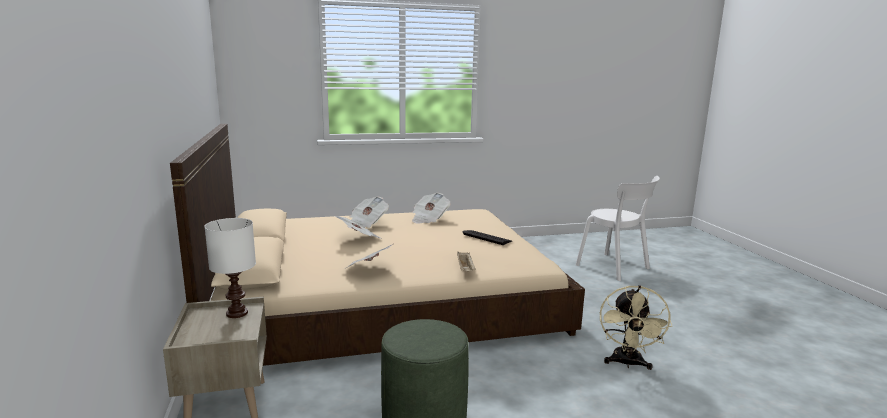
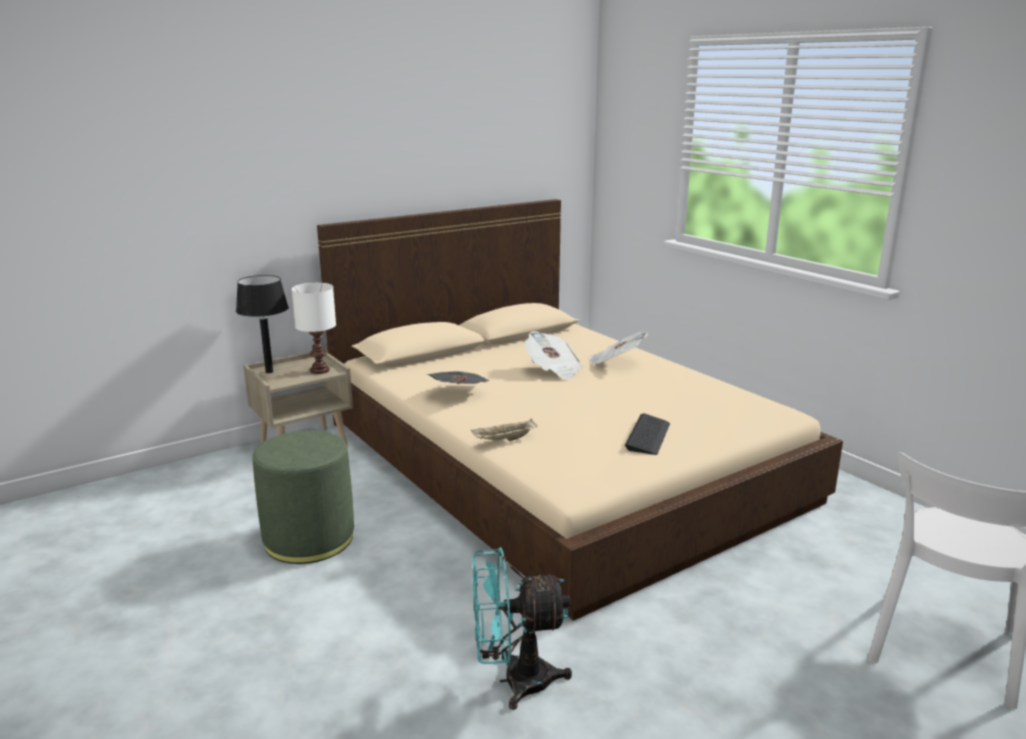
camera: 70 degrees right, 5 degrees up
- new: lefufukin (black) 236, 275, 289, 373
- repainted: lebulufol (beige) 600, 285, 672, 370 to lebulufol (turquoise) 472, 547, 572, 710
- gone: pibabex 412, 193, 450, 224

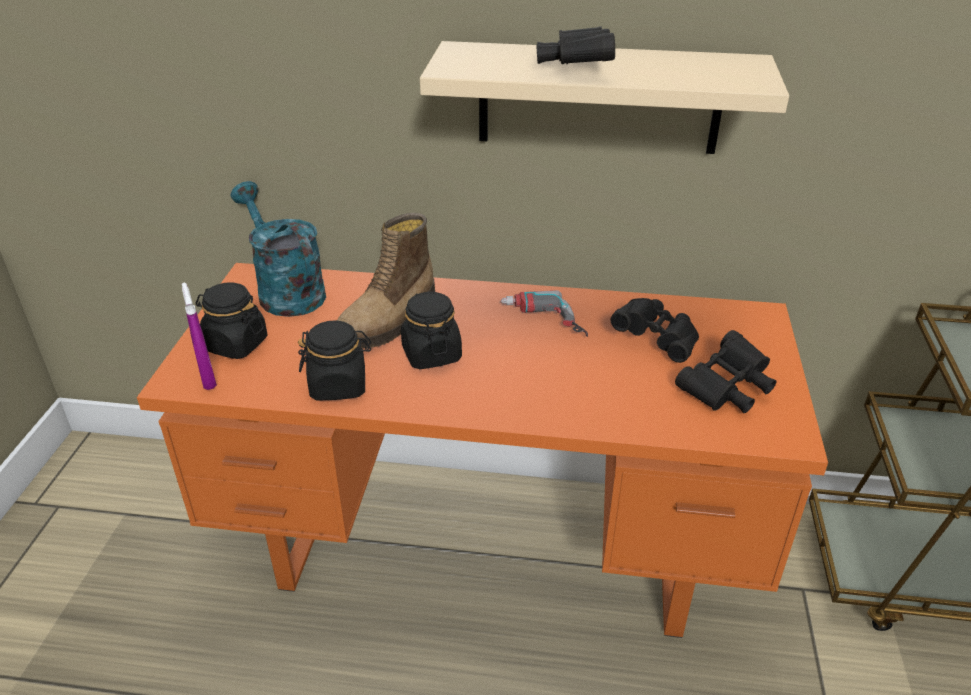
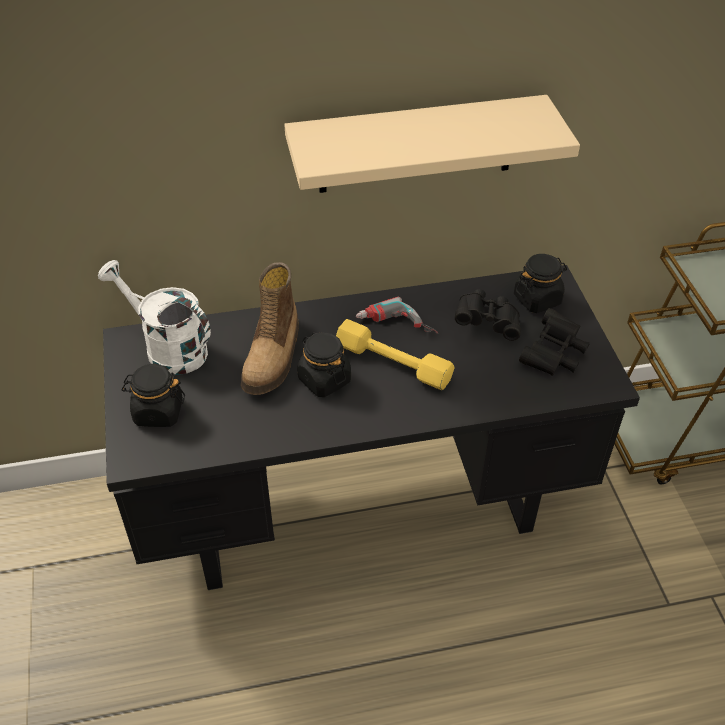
camera: 20 degrees left, 10 degrees up
- repainted: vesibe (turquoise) 230, 181, 326, 317 to vesibe (white) 98, 260, 211, 375
- repainted: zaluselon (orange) 137, 263, 828, 638 to zaluselon (black) 103, 265, 640, 590
- new: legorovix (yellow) 336, 319, 455, 390
- shifted: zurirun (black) 298, 320, 371, 400 to 514, 254, 567, 313
- gone: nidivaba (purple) 182, 282, 217, 390
- gone: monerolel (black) 537, 26, 615, 64

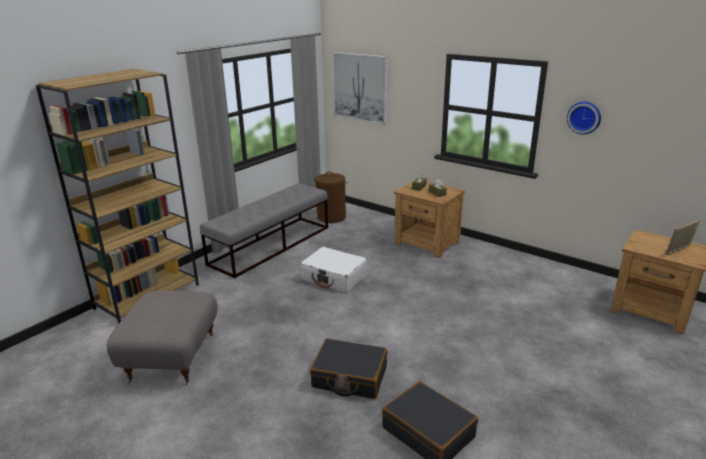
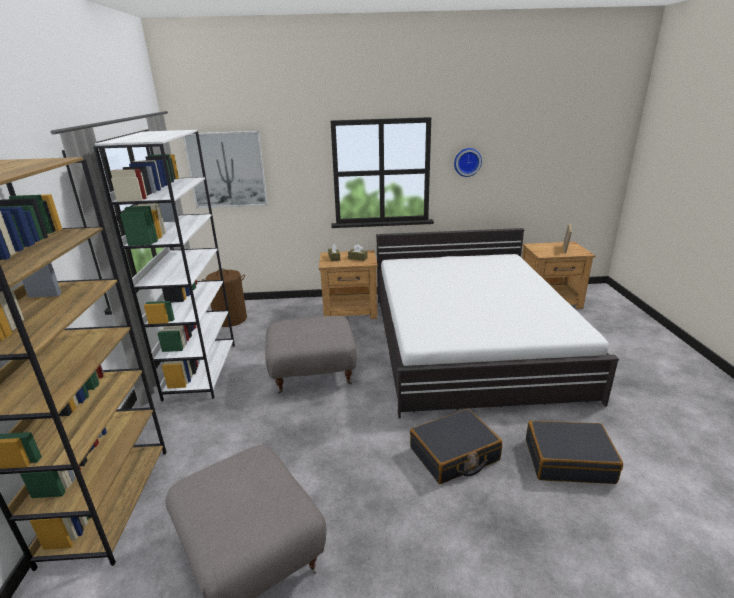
camera: 40 degrees left, 0 degrees up
- swapped: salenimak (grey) 200, 183, 328, 279 to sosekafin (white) 93, 130, 235, 402
- swapped: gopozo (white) 300, 247, 367, 293 to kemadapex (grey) 265, 316, 357, 394
- new: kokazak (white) 376, 228, 619, 418

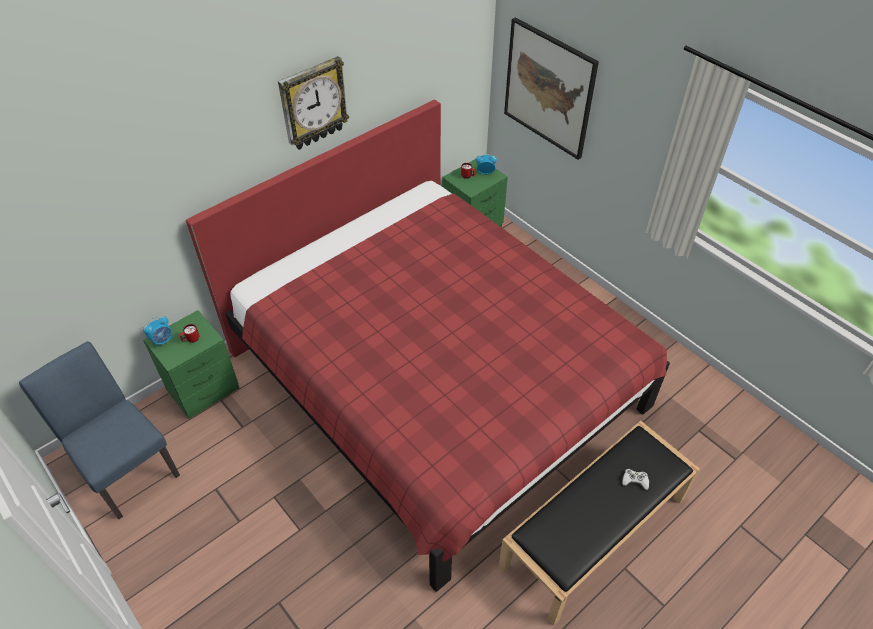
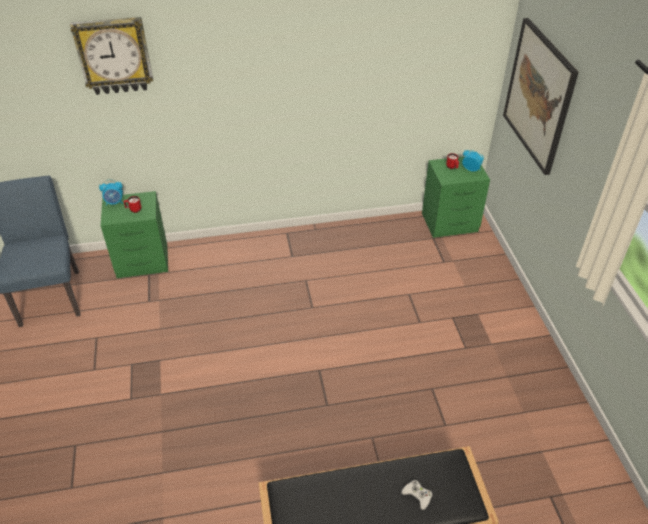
camera: 30 degrees right, 5 degrees down
- shifted: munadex 278, 56, 349, 150 to 70, 17, 153, 95
- gone: kokazak (red) 186, 99, 670, 592

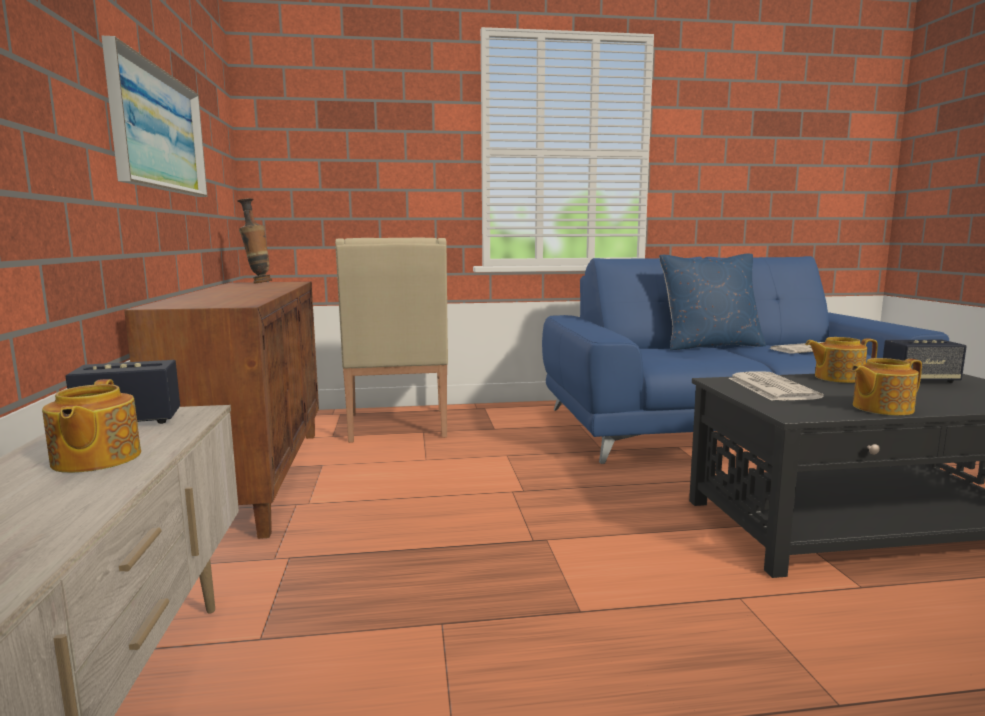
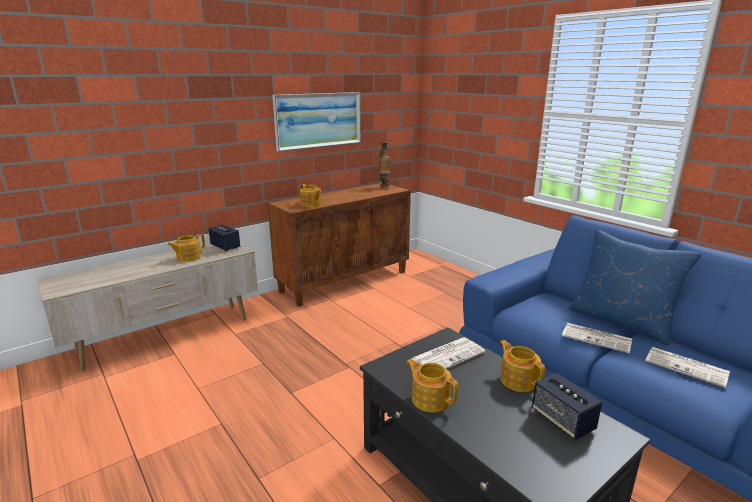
camera: 60 degrees right, 10 degrees up
- new: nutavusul 300, 184, 321, 207
- new: pibabex 562, 323, 632, 354
- gone: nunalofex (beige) 335, 238, 448, 443

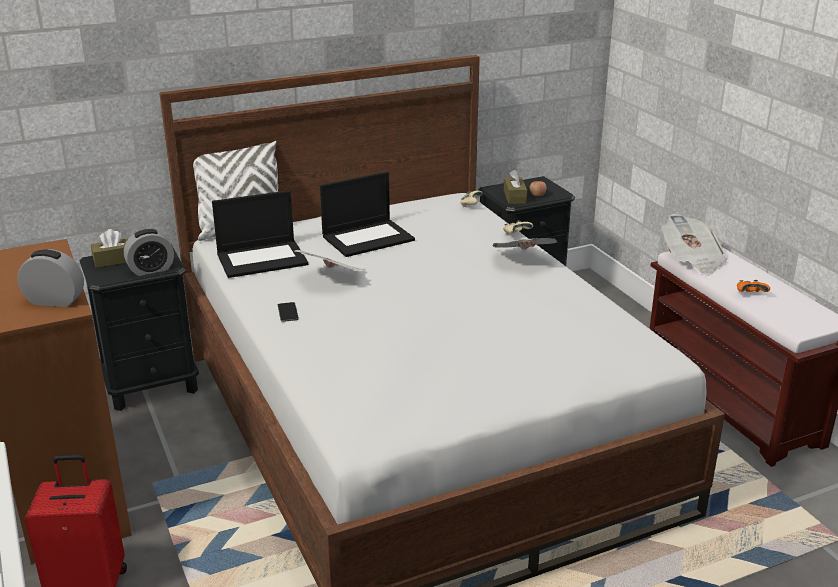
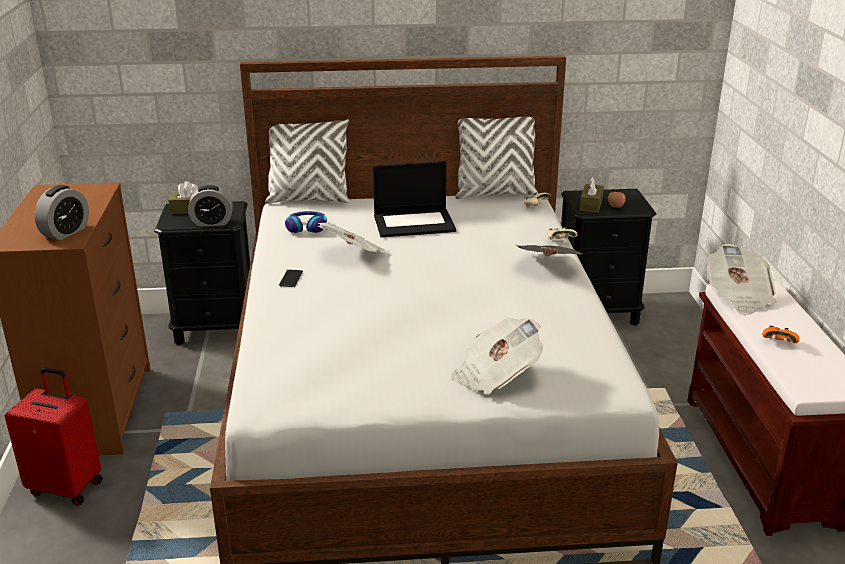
camera: 20 degrees right, 0 degrees up
- rotated: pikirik 17, 249, 84, 307 = 34, 185, 89, 240 90 degrees clockwise
- swapped: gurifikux 212, 190, 308, 278 to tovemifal 285, 211, 327, 233
- new: pibabex 451, 317, 543, 395
- new: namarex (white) 455, 116, 538, 199

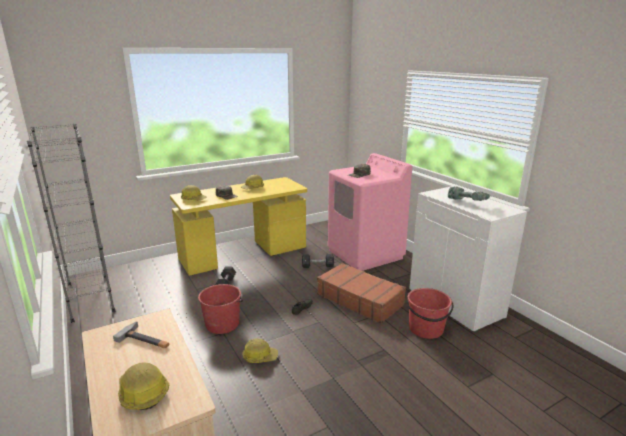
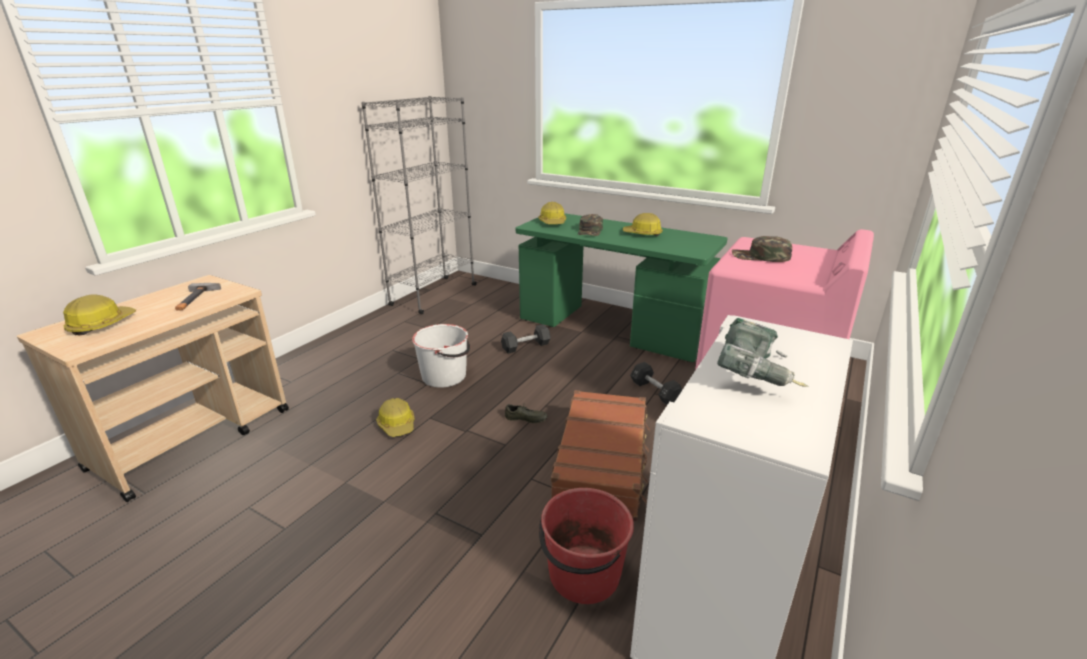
camera: 60 degrees right, 5 degrees up
- repainted: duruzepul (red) 198, 284, 243, 334 to duruzepul (white) 412, 324, 470, 388
- repainted: zaluselon (yellow) 170, 177, 307, 276 to zaluselon (green) 516, 213, 728, 362

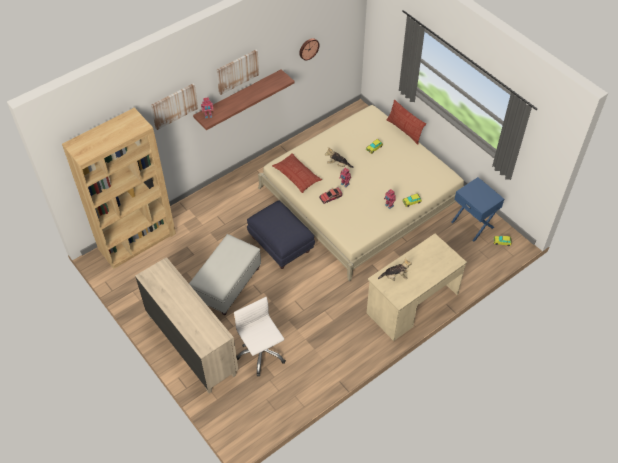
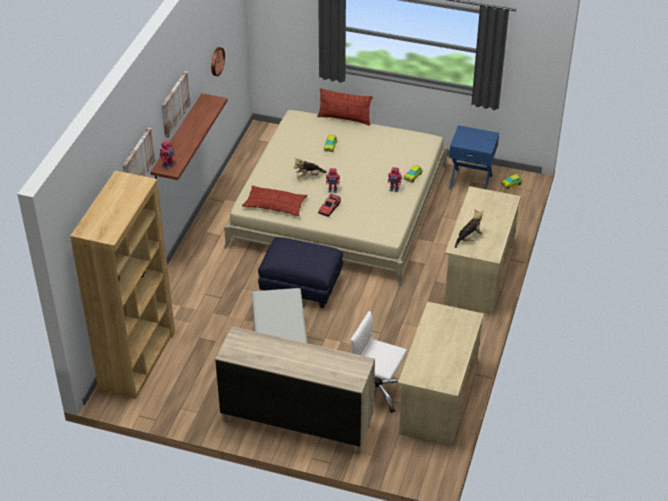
camera: 35 degrees left, 10 degrees down
- new: zaluselon (beige) 398, 301, 484, 447

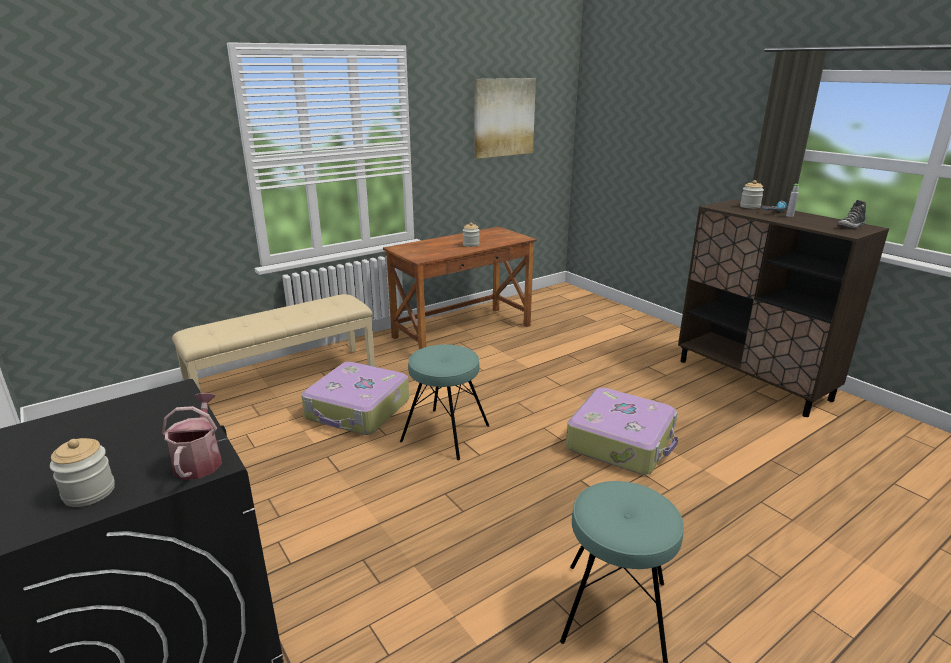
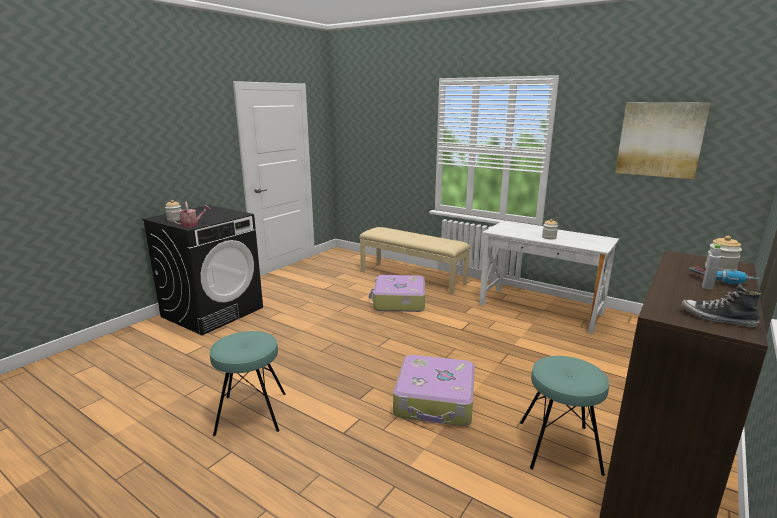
camera: 70 degrees right, 5 degrees down
- repainted: zaluselon (brown) 383, 226, 537, 349 to zaluselon (white) 479, 221, 619, 334
- shifted: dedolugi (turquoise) 400, 344, 489, 460 to 520, 356, 609, 476

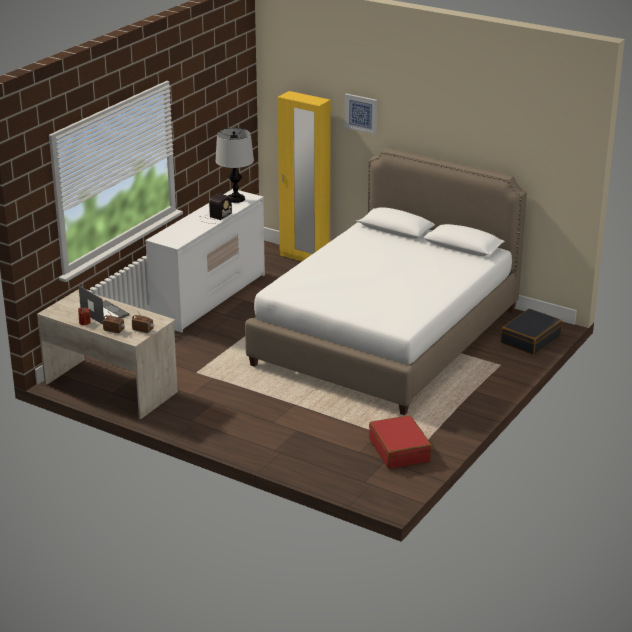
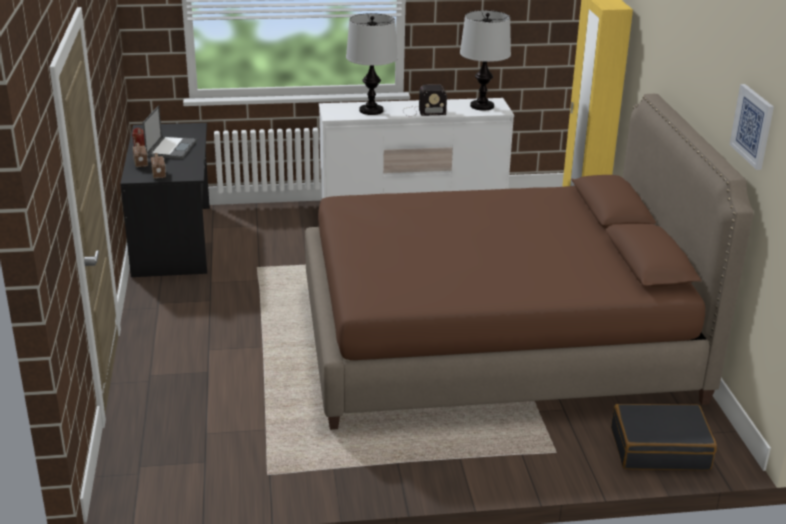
camera: 50 degrees right, 0 degrees up
- repainted: zaluselon (beige) 37, 289, 178, 419 to zaluselon (black) 120, 123, 210, 277
- repainted: kokazak (white) 245, 148, 527, 415 to kokazak (brown) 305, 94, 754, 430
- new: lefufukin 346, 13, 398, 115
- shifted: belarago 345, 93, 377, 134 to 730, 84, 774, 170
- gone: gopozo (red) 369, 415, 432, 469

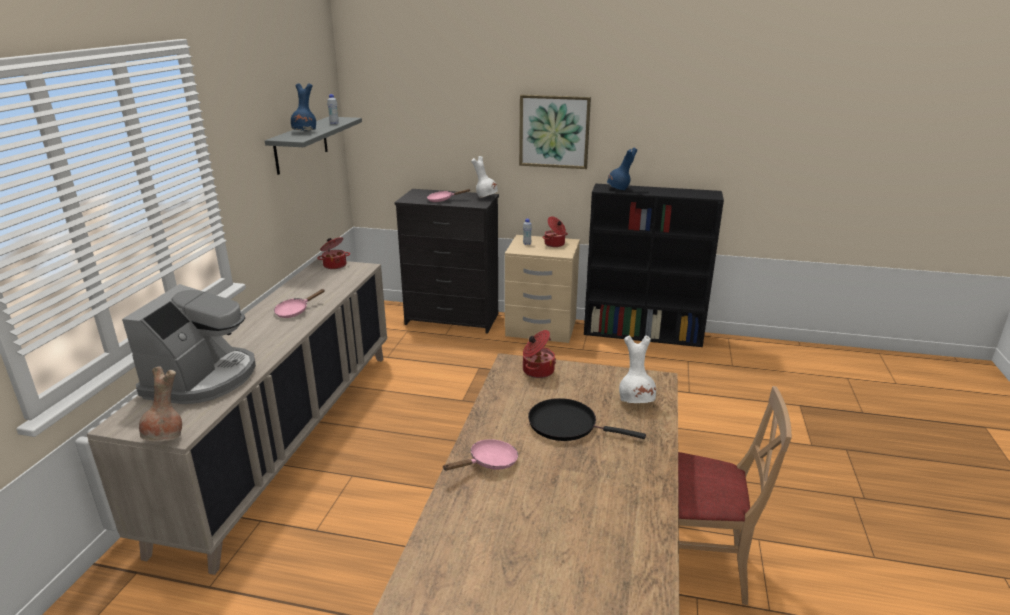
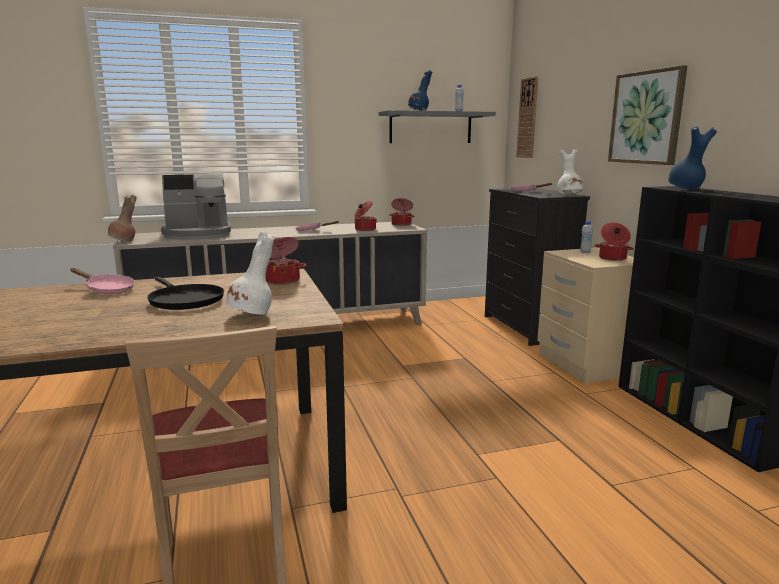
camera: 60 degrees right, 10 degrees down
- rotated: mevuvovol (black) 528, 398, 646, 441 = 147, 277, 224, 310 150 degrees clockwise
- new: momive 354, 201, 377, 231
- new: munadex 517, 77, 538, 158

